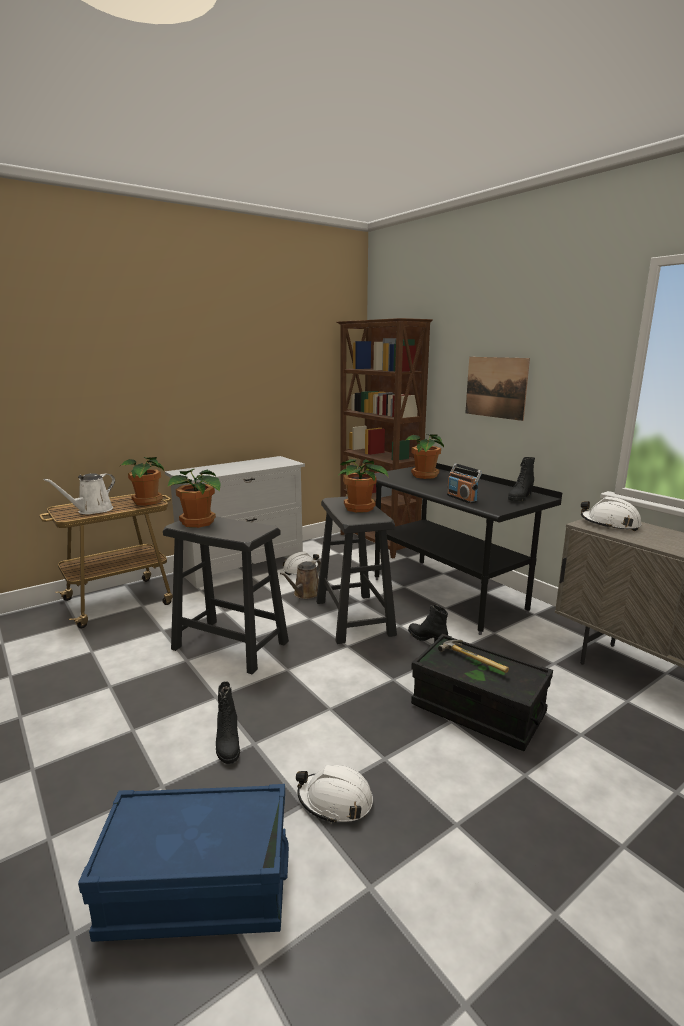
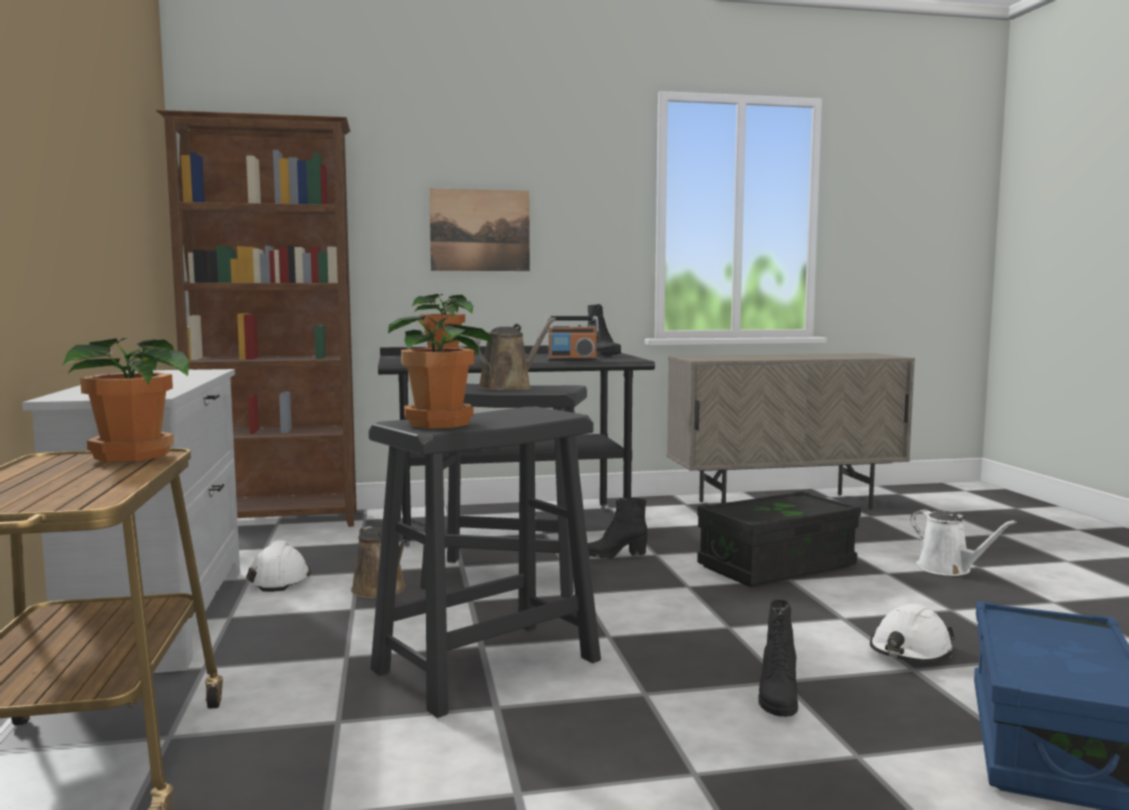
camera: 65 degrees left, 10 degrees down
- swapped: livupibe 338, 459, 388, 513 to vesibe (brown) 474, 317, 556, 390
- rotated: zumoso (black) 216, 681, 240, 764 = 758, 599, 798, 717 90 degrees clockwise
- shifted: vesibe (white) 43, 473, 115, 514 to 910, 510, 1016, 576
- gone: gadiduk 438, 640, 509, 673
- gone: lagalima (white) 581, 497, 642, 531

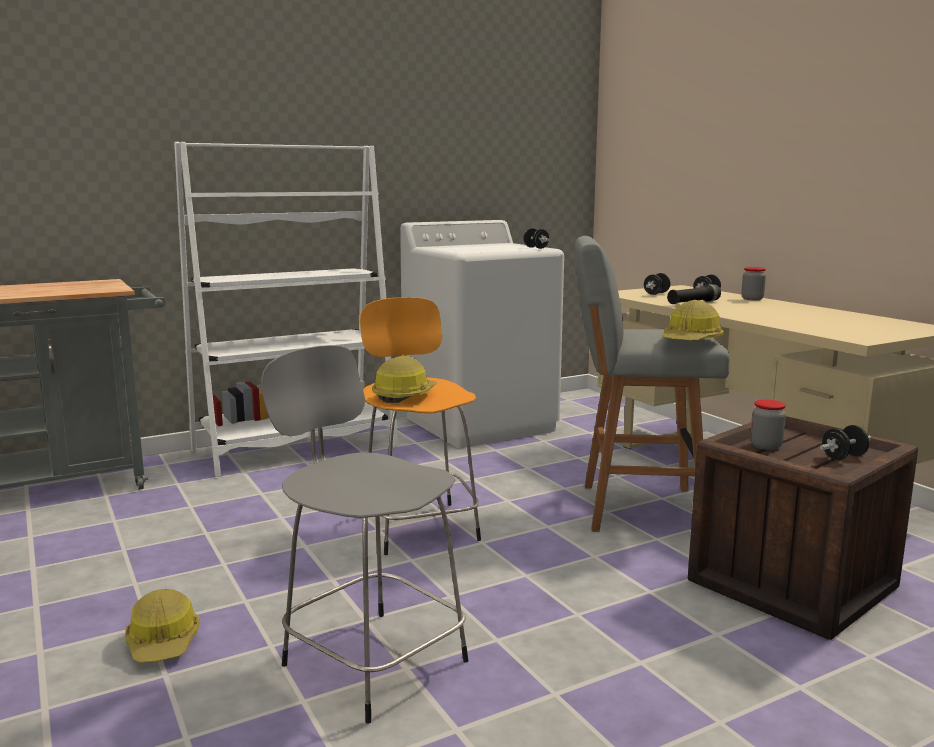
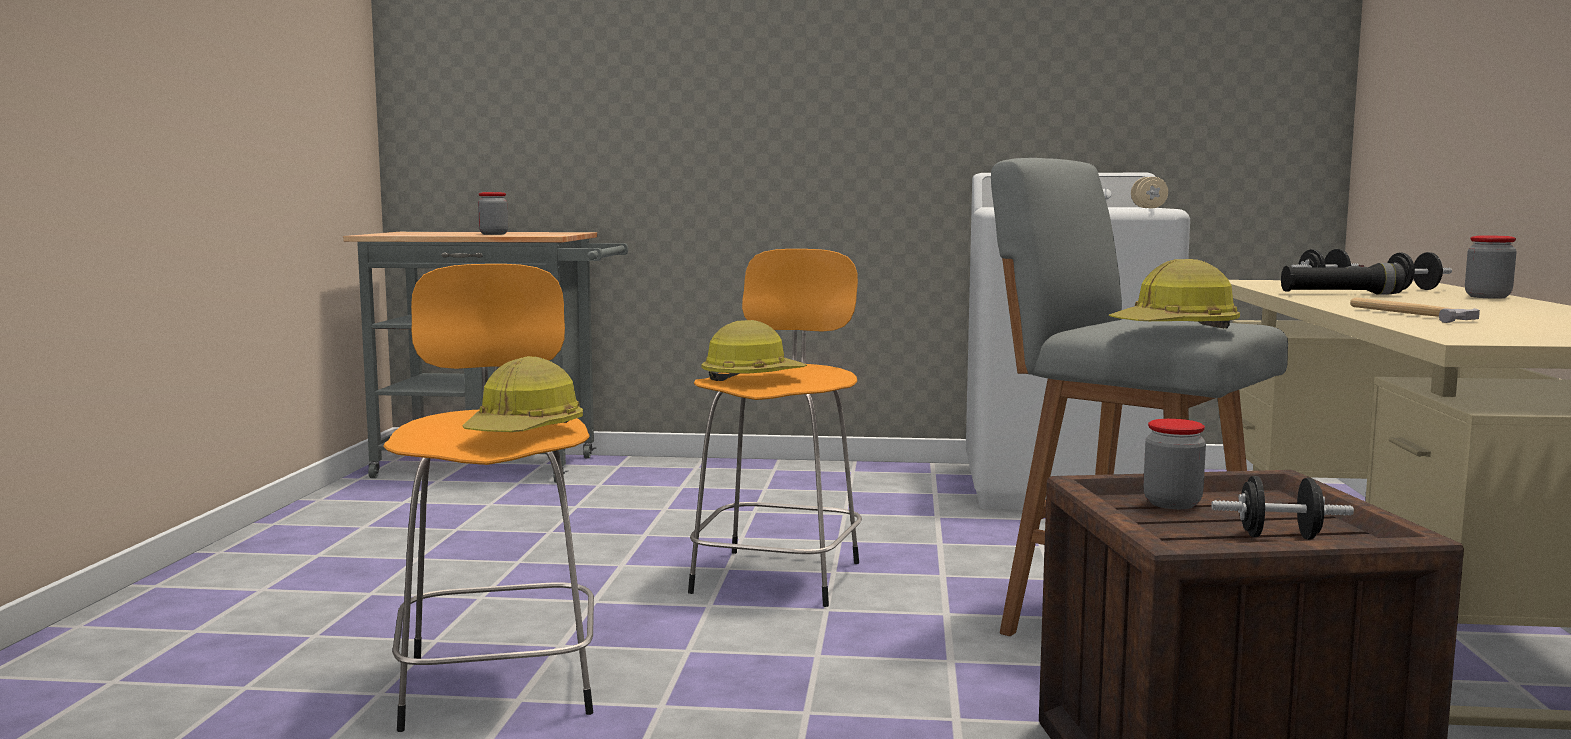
camera: 35 degrees right, 5 degrees down
- repainted: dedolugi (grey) 261, 345, 468, 724 to dedolugi (orange) 383, 264, 594, 732
- shifted: lagalima 125, 589, 200, 663 to 462, 356, 583, 432
- new: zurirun 478, 192, 508, 235
- repainted: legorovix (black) 523, 228, 549, 249 to legorovix (beige) 1131, 177, 1168, 209
- new: gadiduk 1350, 298, 1480, 323
- gone: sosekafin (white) 174, 142, 398, 477

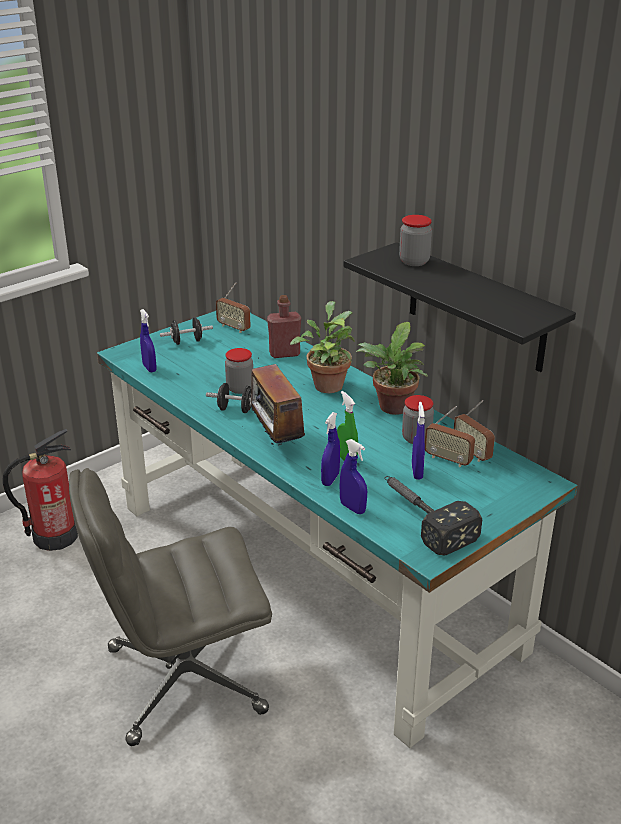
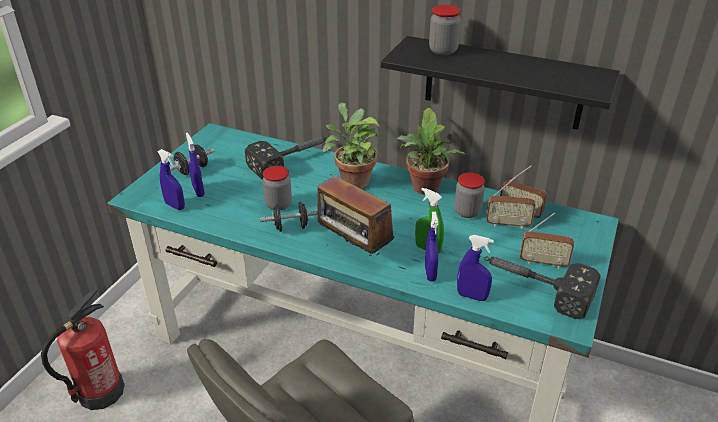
camera: 25 degrees left, 5 degrees up
- shifted: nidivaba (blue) 412, 402, 425, 479 to 186, 133, 205, 197
- swapped: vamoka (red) 267, 295, 301, 358 to gadiduk 245, 137, 328, 180
- shifted: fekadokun 216, 282, 251, 333 to 520, 212, 574, 269

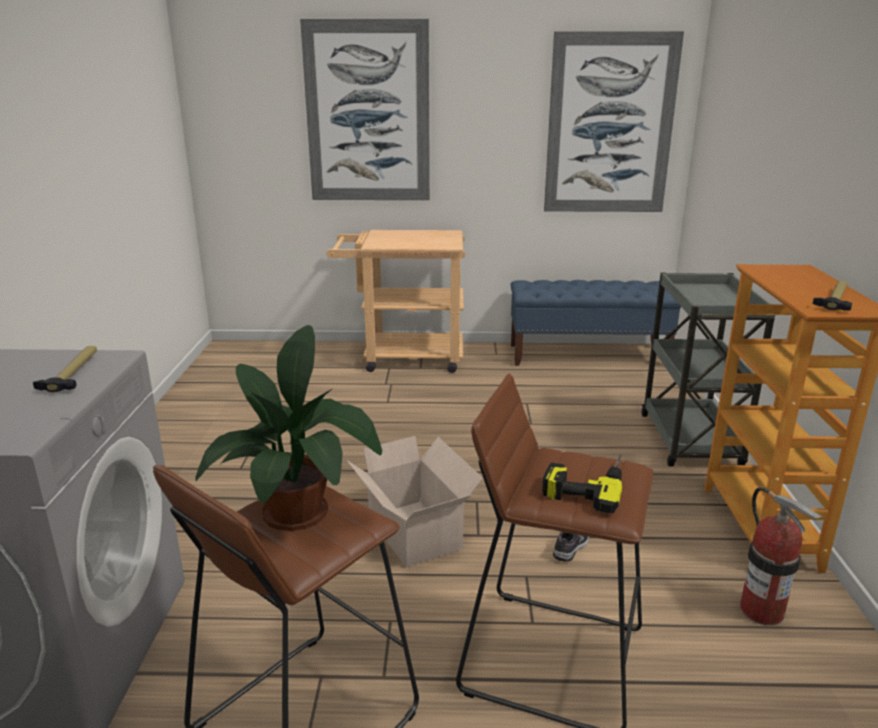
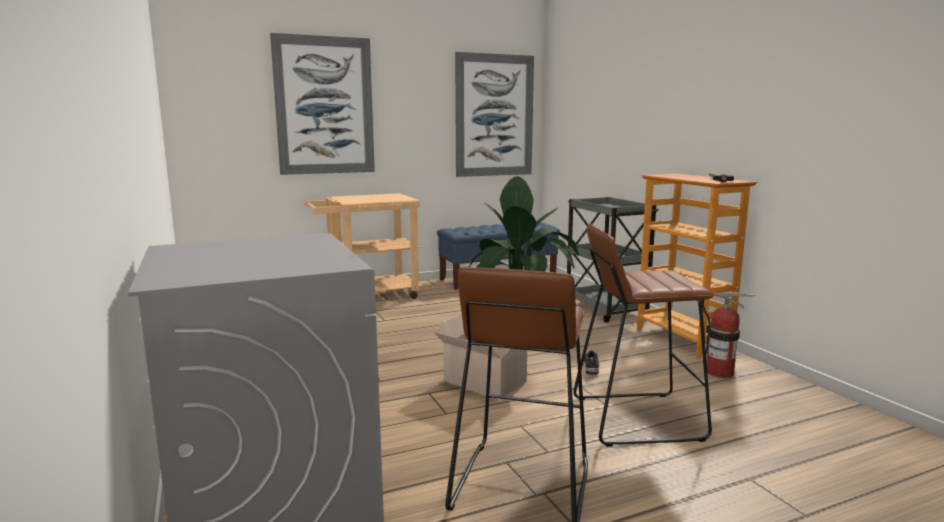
camera: 25 degrees left, 10 degrees down
- gone: gadiduk 33, 346, 97, 392
- gone: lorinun 542, 455, 622, 514

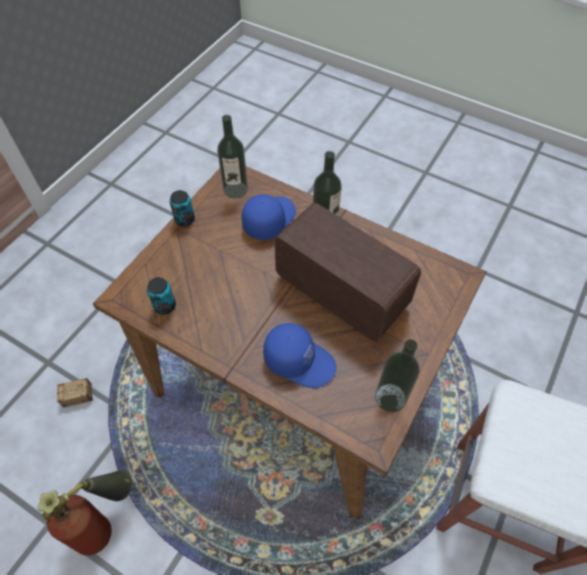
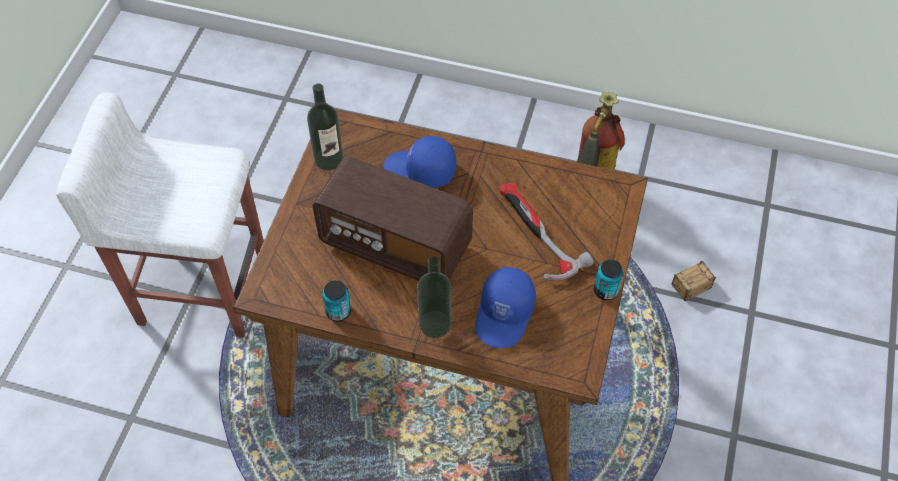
camera: 165 degrees right, 0 degrees up
- shifted: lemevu 147, 277, 176, 315 to 322, 280, 351, 322
- new: gadiduk 500, 183, 594, 281
- gone: vamoka 217, 115, 248, 199

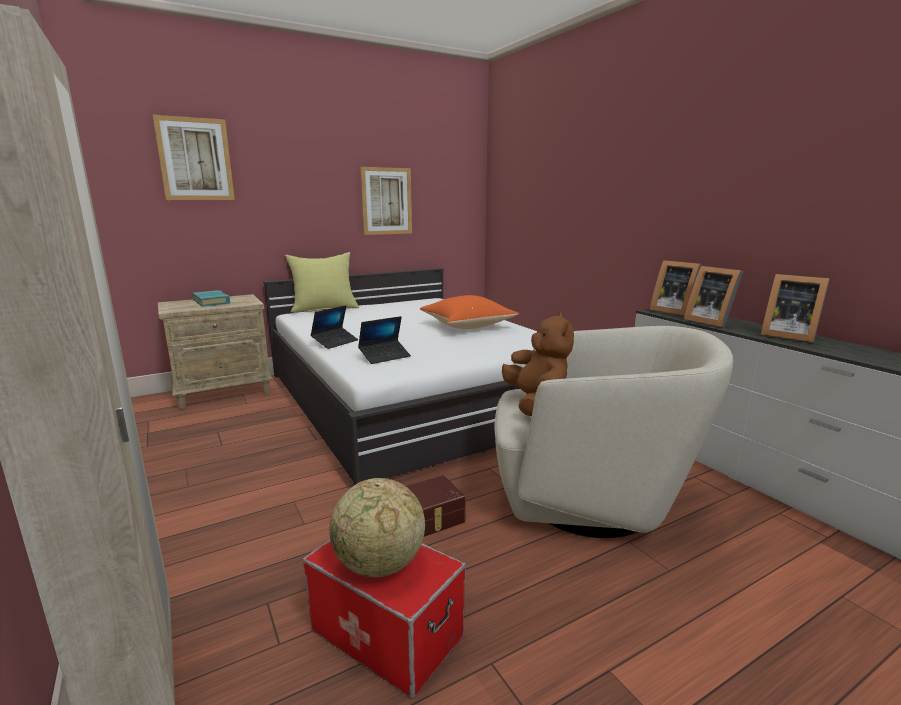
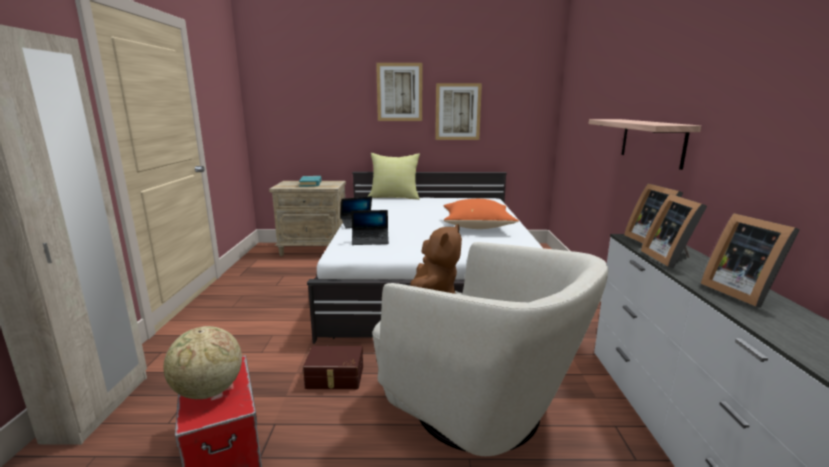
camera: 30 degrees right, 0 degrees up
- shifted: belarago 153, 115, 235, 200 to 376, 63, 423, 121
- new: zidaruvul 589, 119, 701, 170

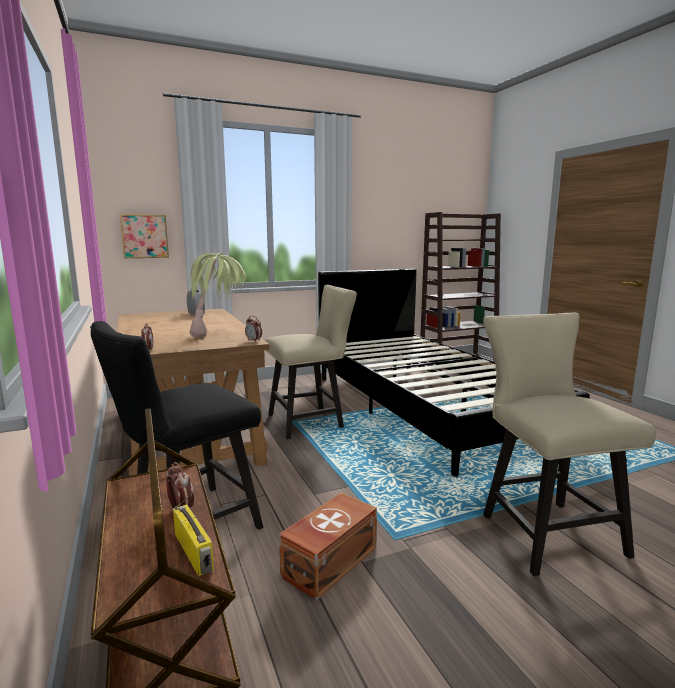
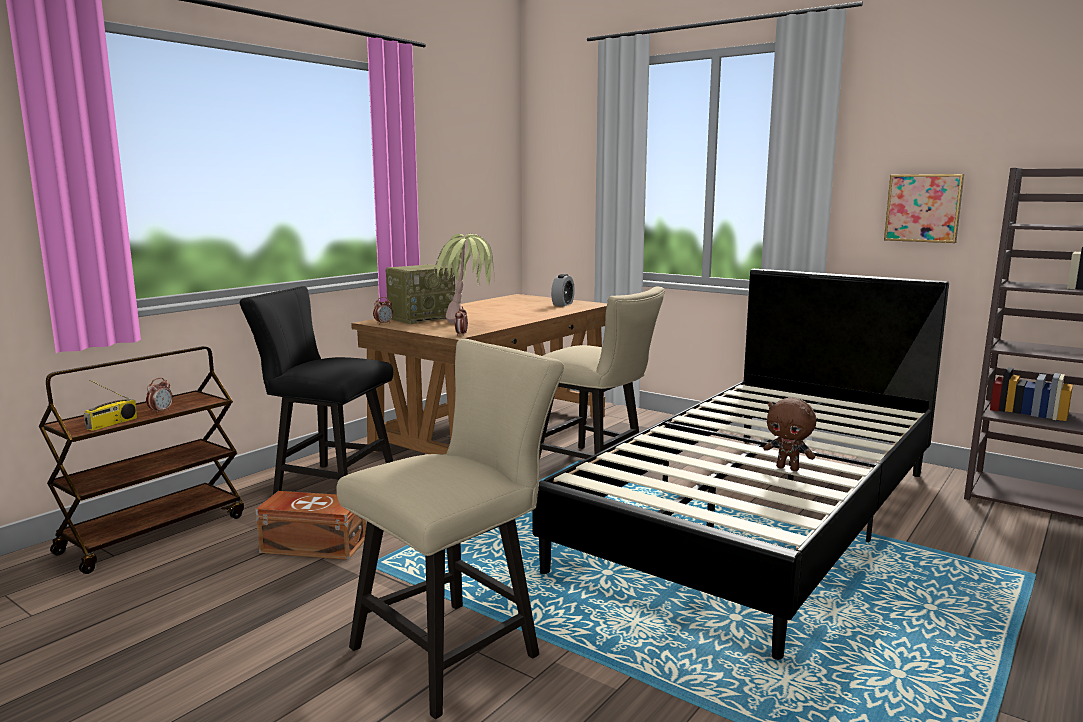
camera: 60 degrees right, 0 degrees up
- new: fekadokun 386, 264, 455, 324
- new: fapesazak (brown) 763, 398, 816, 471
- shifted: belarago 120, 214, 169, 258 to 884, 174, 964, 243

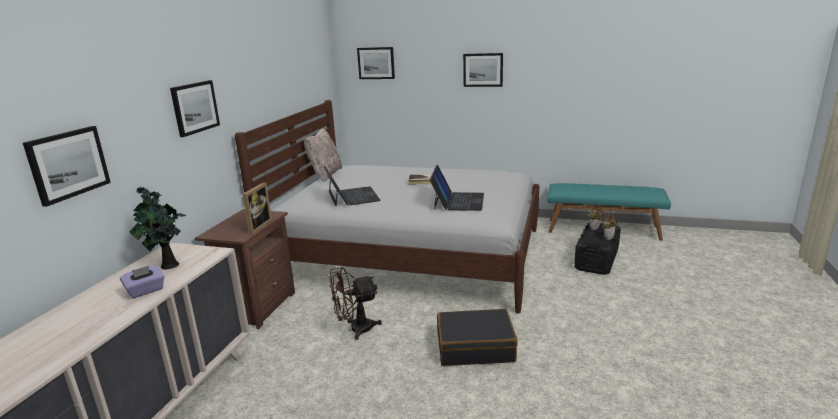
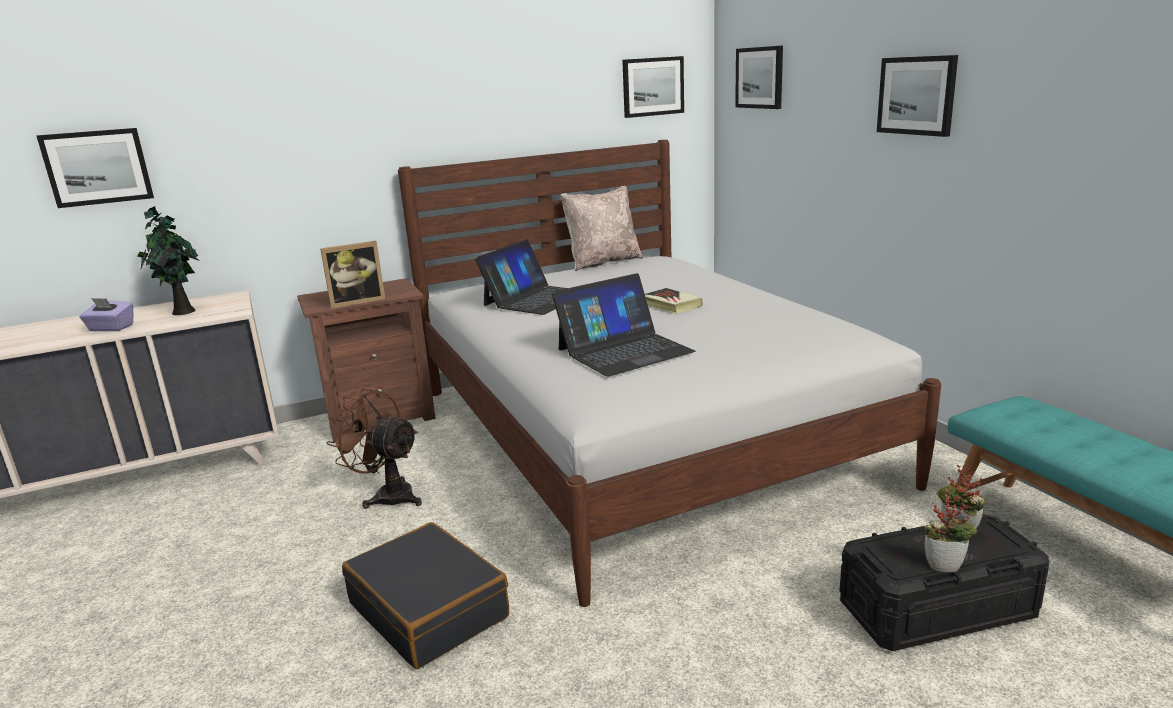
camera: 50 degrees right, 0 degrees up
- shifted: belarago 170, 80, 220, 137 to 622, 56, 684, 118

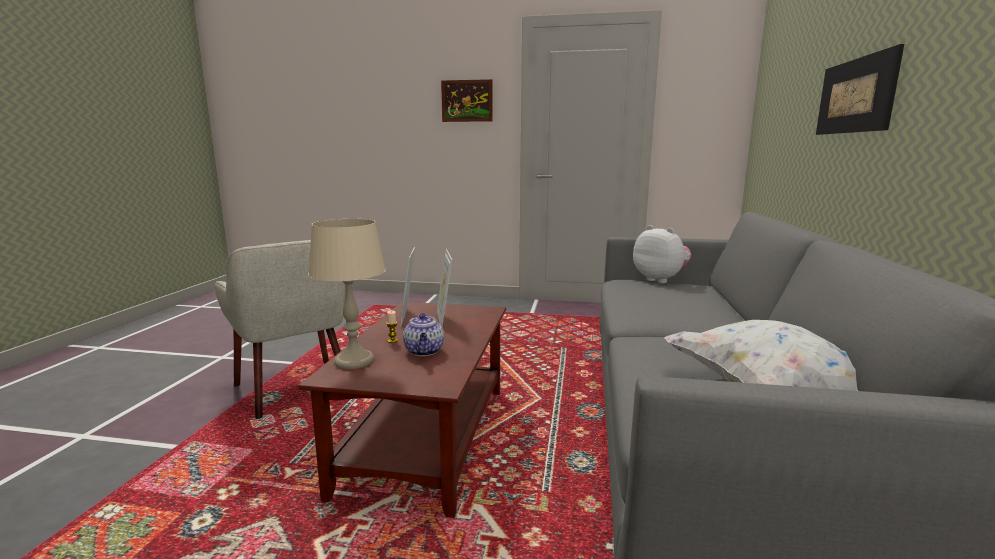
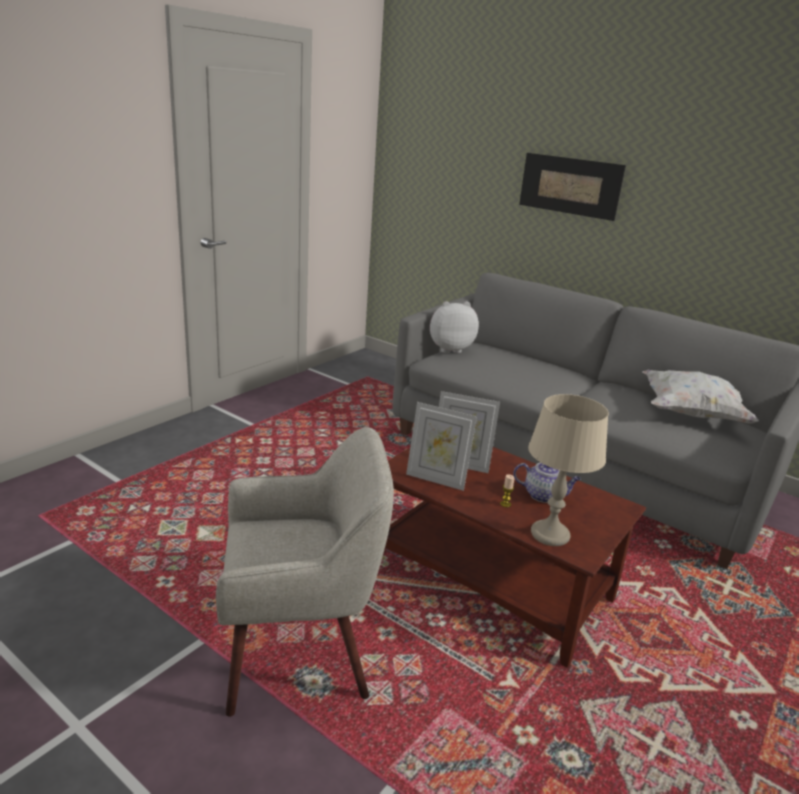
camera: 65 degrees left, 10 degrees up
- gone: belarago 441, 79, 493, 122

